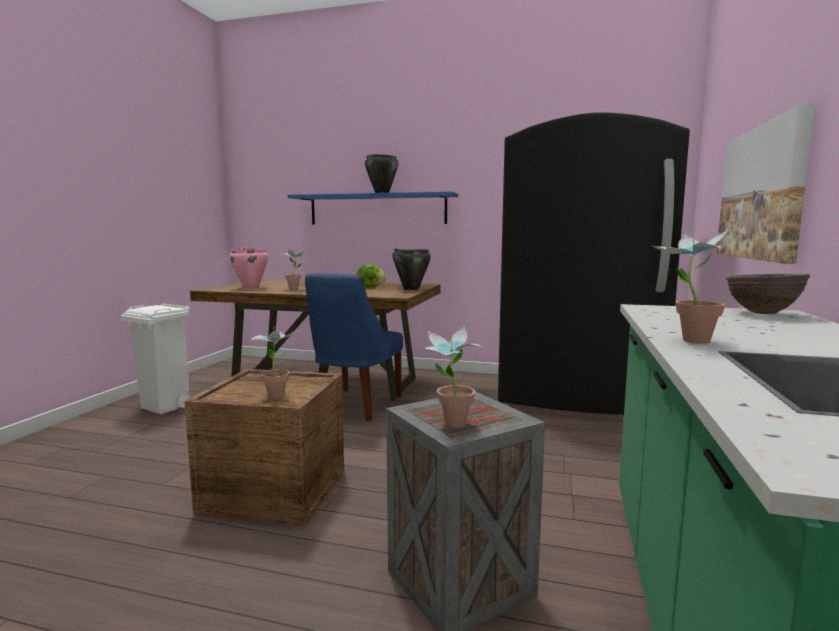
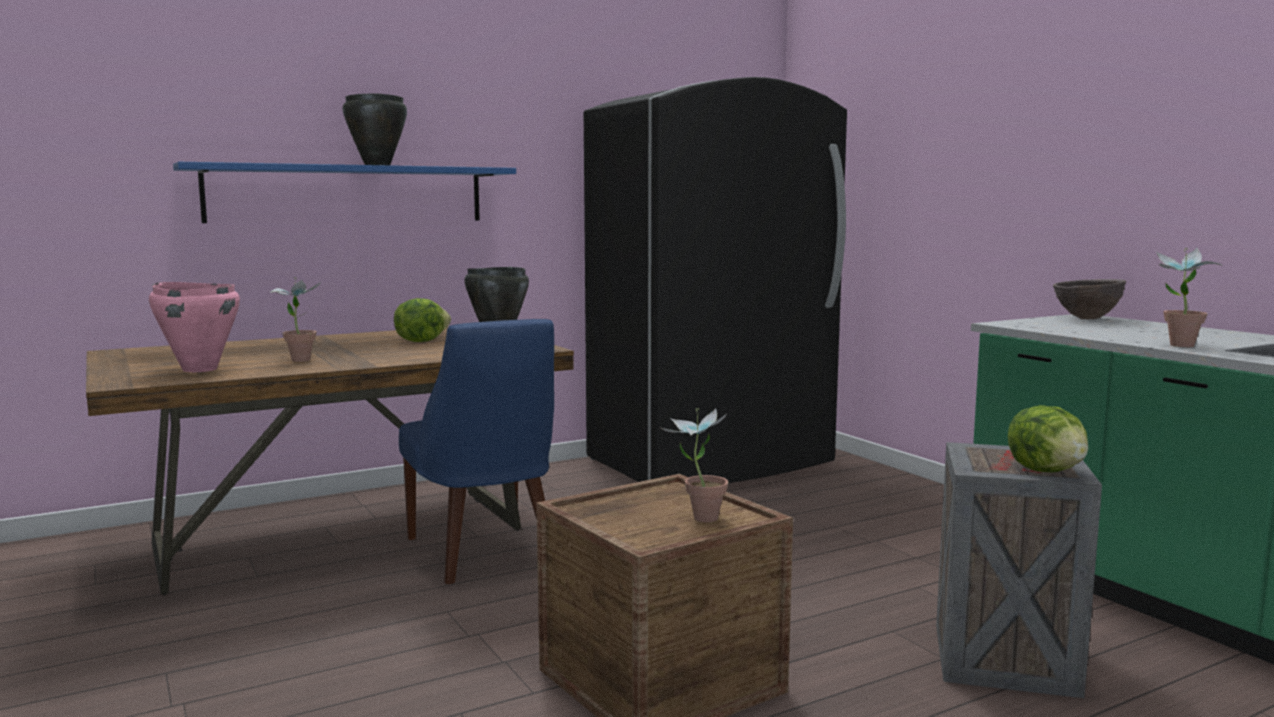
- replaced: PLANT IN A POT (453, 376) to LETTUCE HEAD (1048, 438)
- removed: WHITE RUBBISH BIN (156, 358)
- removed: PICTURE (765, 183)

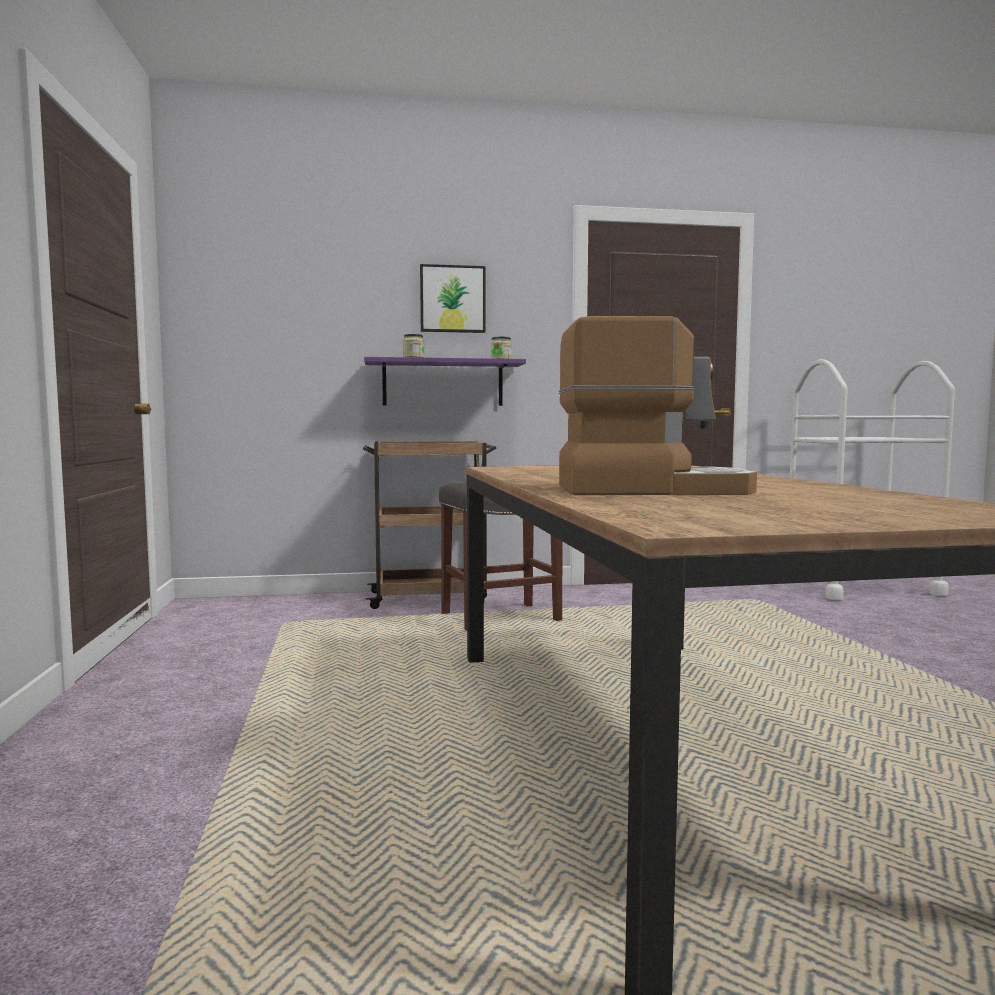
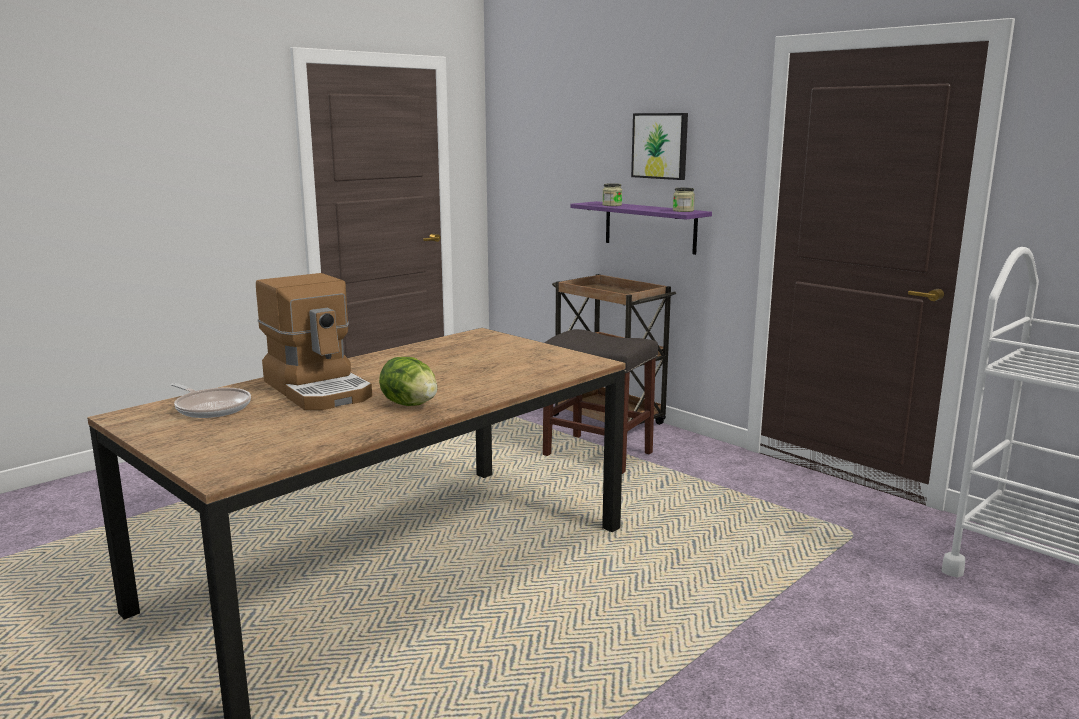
- added: SKILLET (211, 400)
- added: LETTUCE HEAD (408, 381)

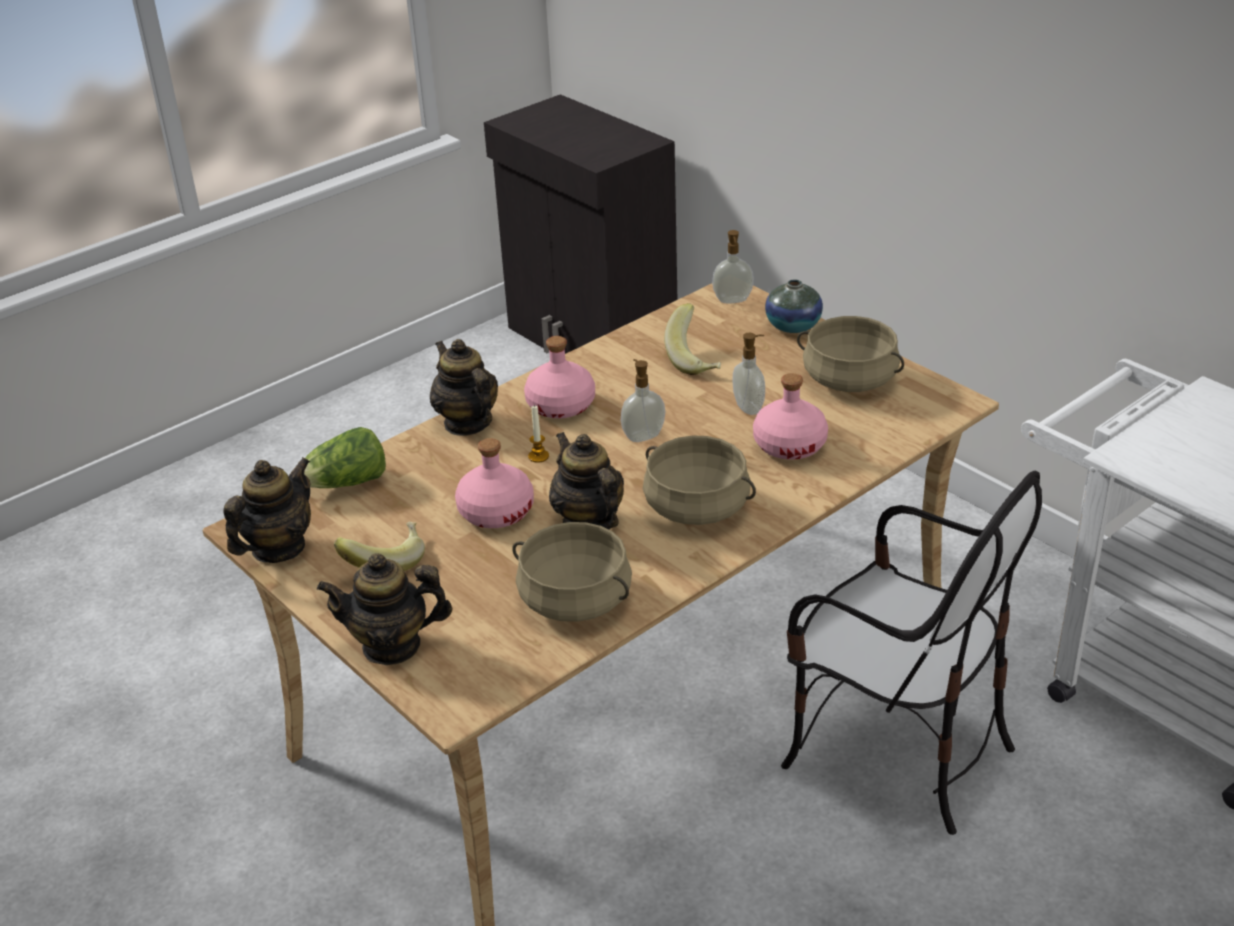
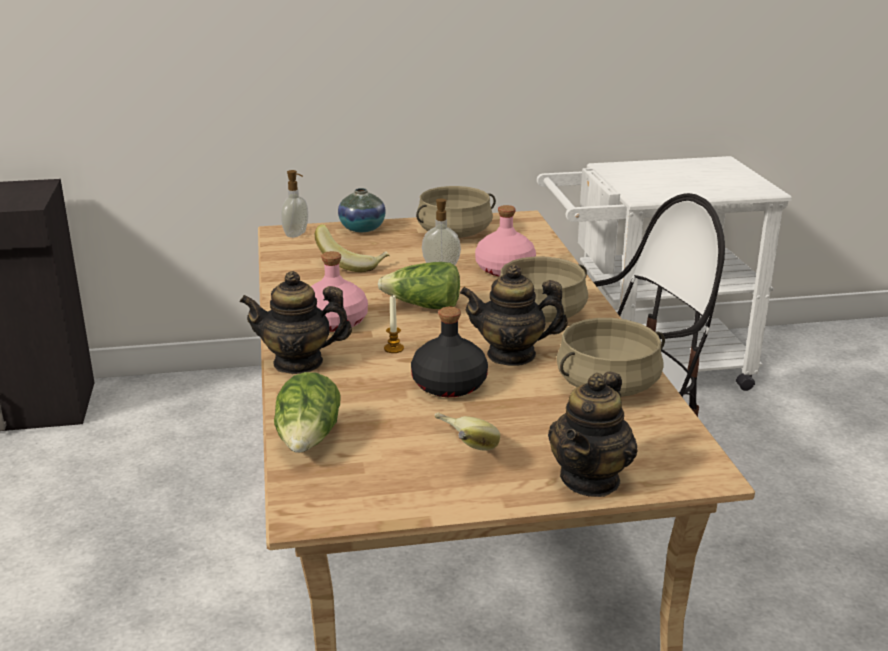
- replaced: SOAP BOTTLE (643, 400) to LETTUCE HEAD (419, 285)
- recoloured: PINK BOTTLE (494, 483) to BLACK-COLOURED BOTTLE (449, 352)
- removed: POT FOR TEA (267, 510)

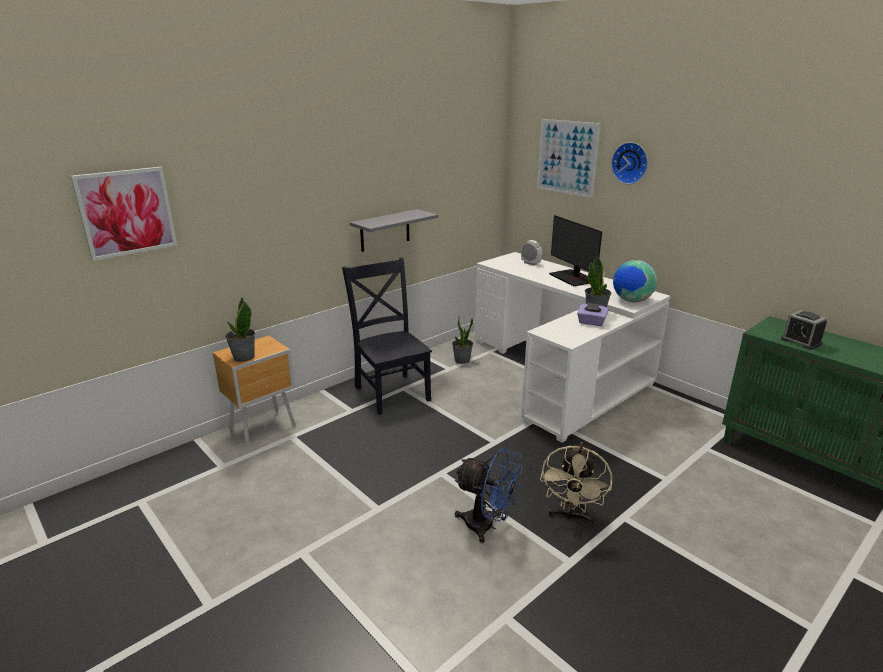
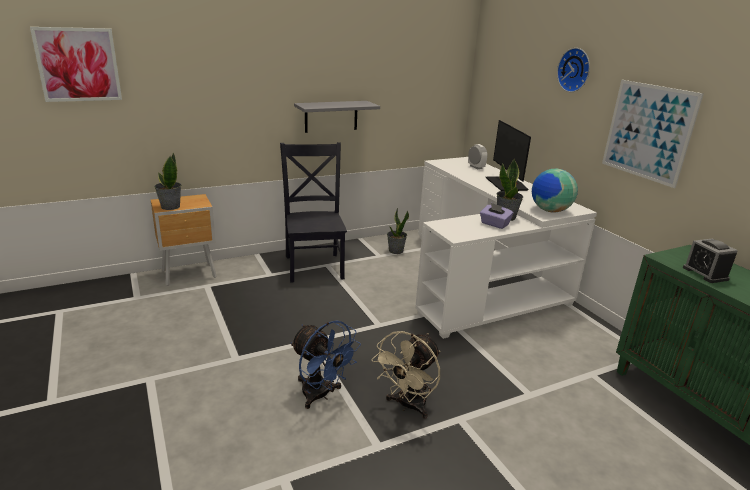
- moved: PICTURE (569, 158) to (652, 134)

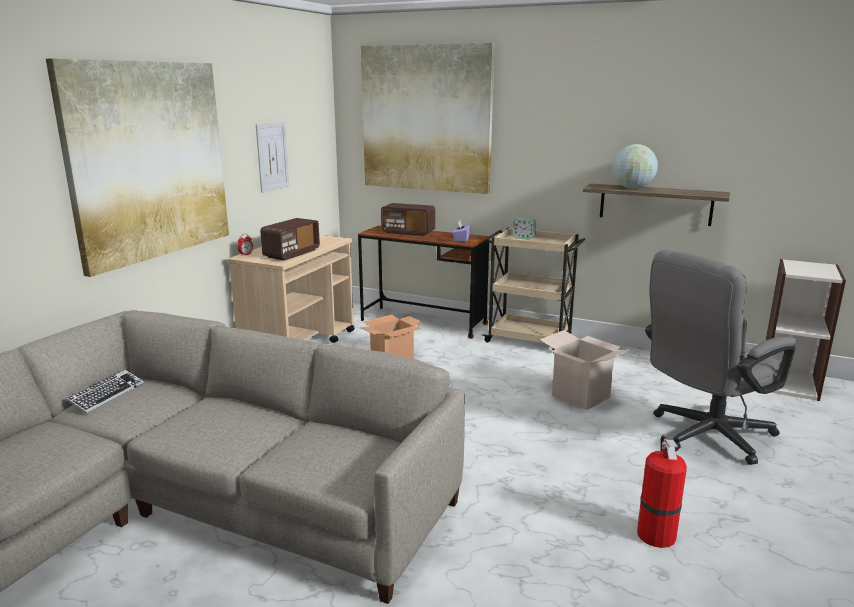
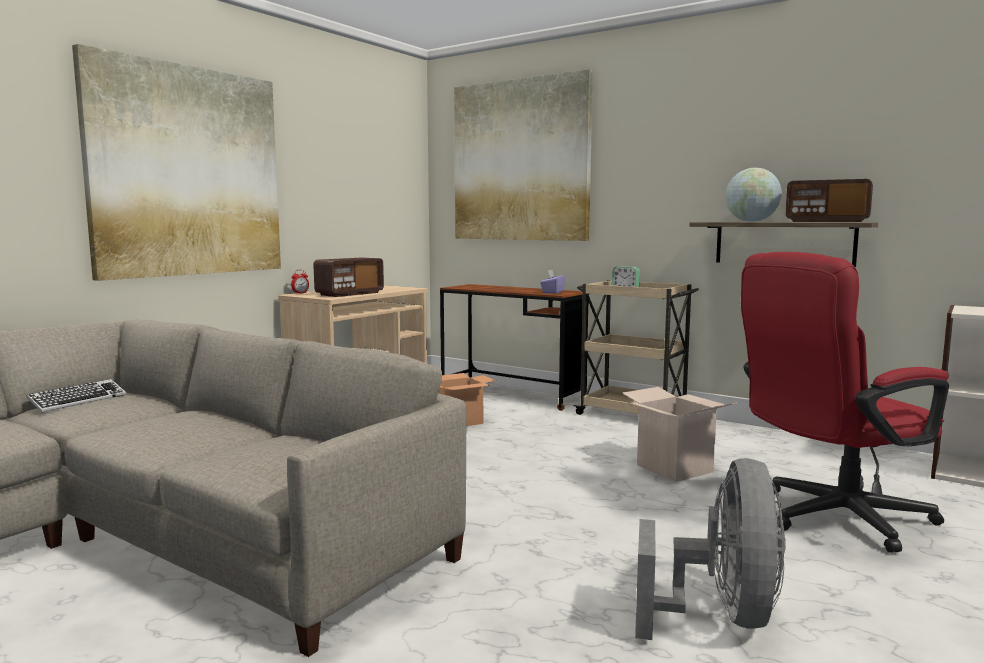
- replaced: FIRE EXTINGUISHER (662, 491) to GRAY COOLING FAN (710, 549)
- recoloured: GRAY DESK CHAIR (720, 357) to RED-COLOURED DESK CHAIR (845, 402)
- moved: RADIO (408, 219) to (829, 200)
- removed: PICTURE (272, 157)

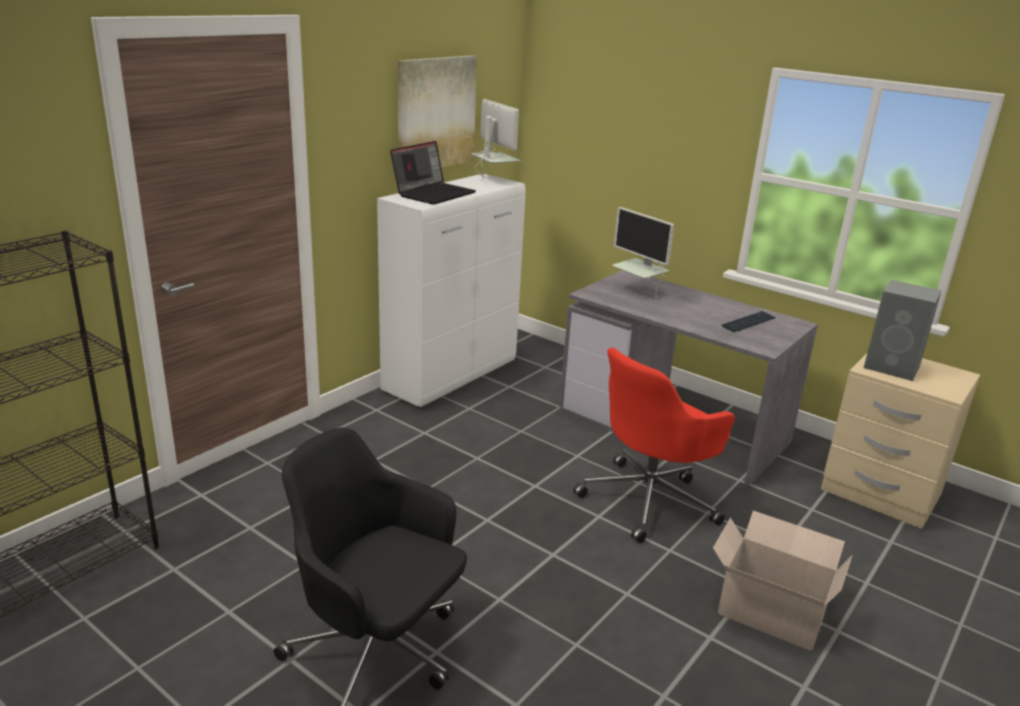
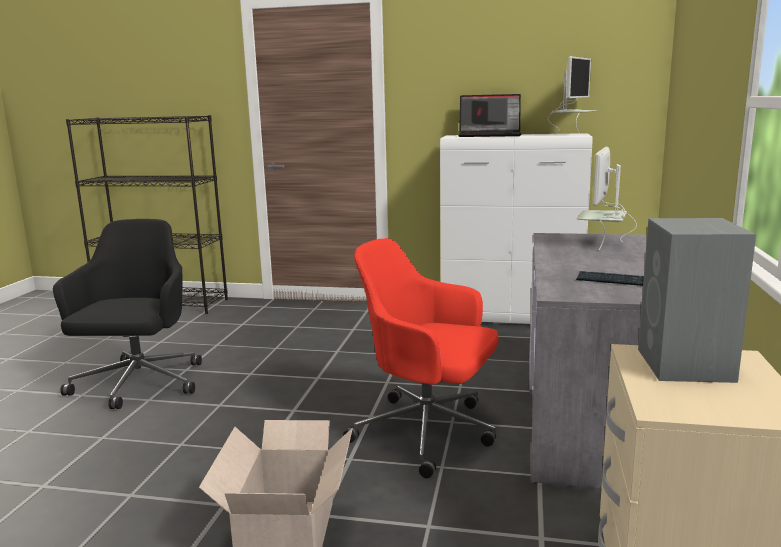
- removed: PICTURE (437, 111)

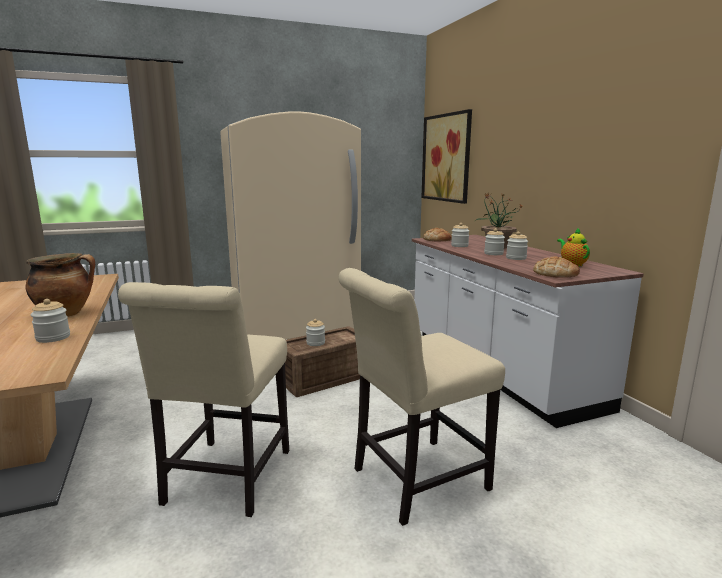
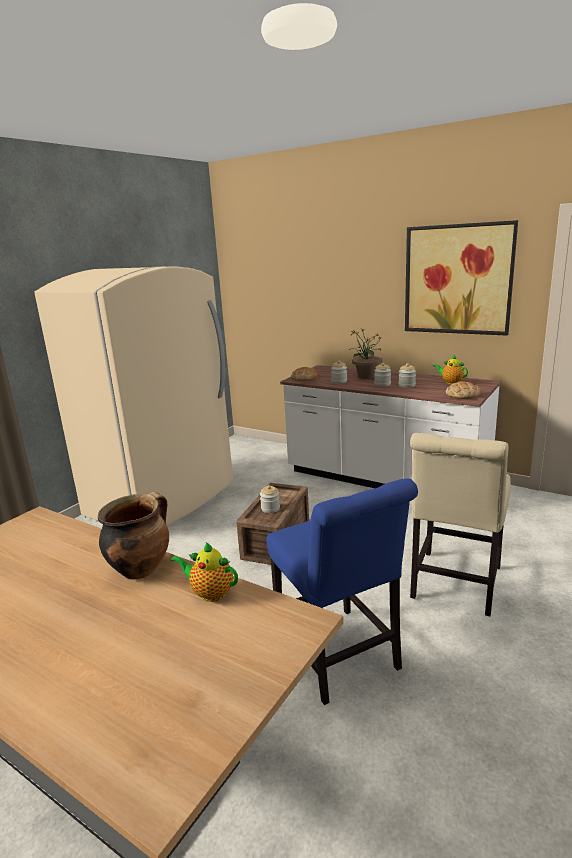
- replaced: PRESERVE JAR (50, 321) to POT FOR TEA (204, 572)
- recoloured: BEIGE CHAIR (203, 399) to BLUE-COLOURED CHAIR (342, 591)
- moved: PICTURE (446, 156) to (461, 278)

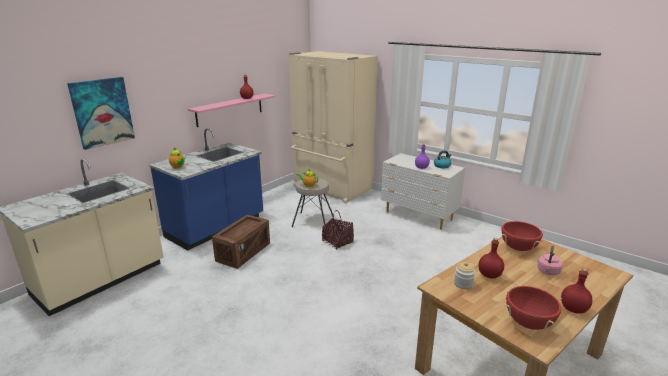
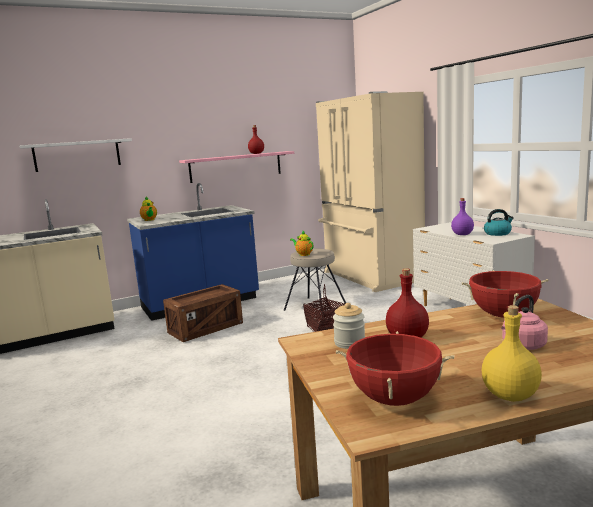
- replaced: PICTURE (101, 113) to WHITE WALL SHELF (75, 155)
- recoloured: RED-COLOURED BOTTLE (576, 291) to YELLOW-COLOURED BOTTLE (512, 353)

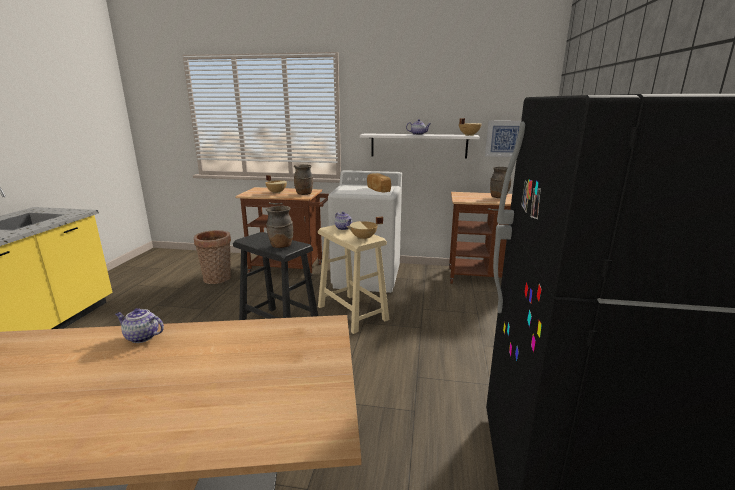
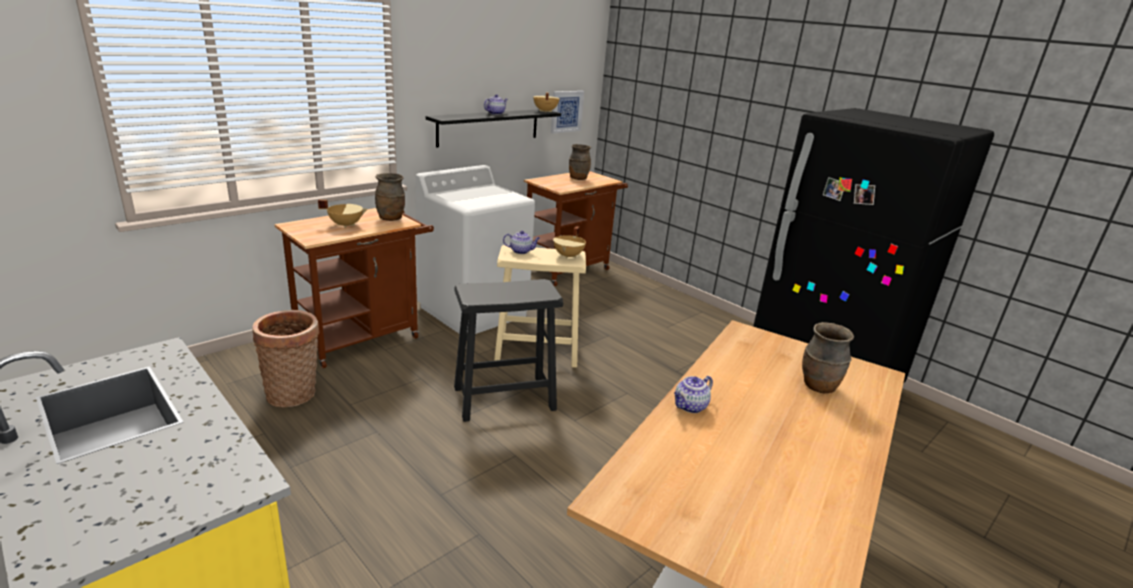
- recoloured: WHITE WALL SHELF (420, 146) to BLACK-COLOURED WALL SHELF (493, 128)
- moved: BROWN-COLOURED DECORATIVE VASE (279, 226) to (828, 357)
- removed: BAKED BREAD (379, 182)

